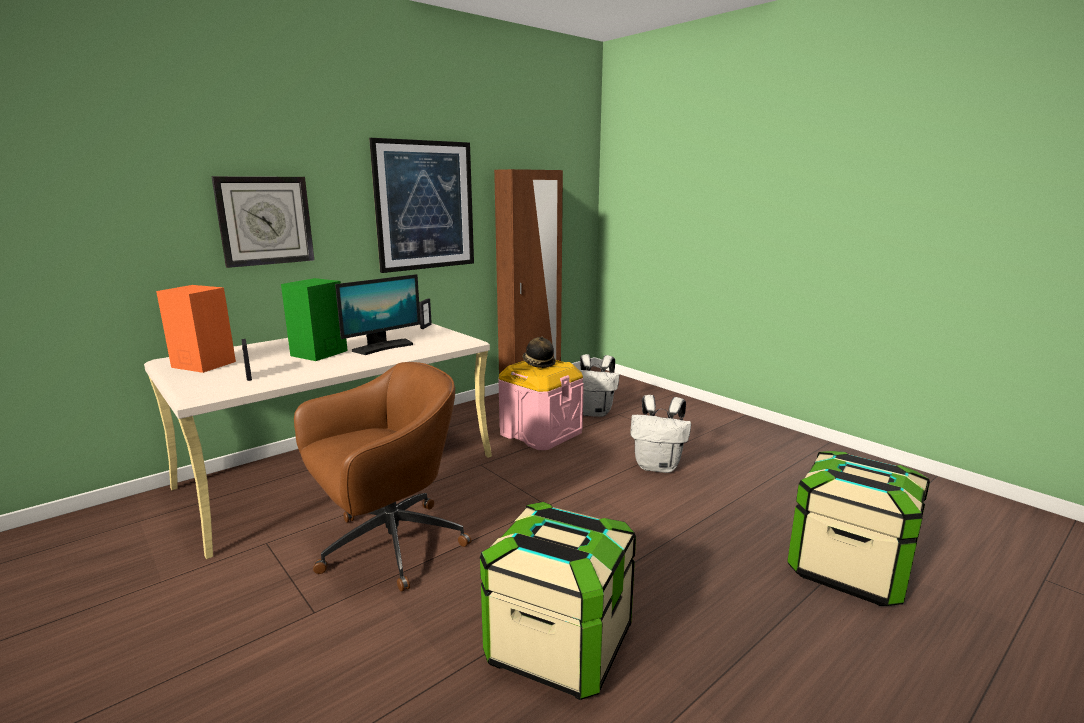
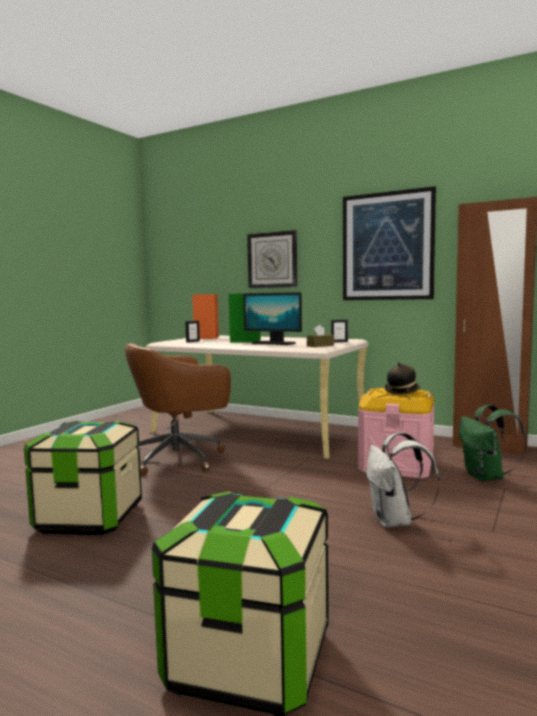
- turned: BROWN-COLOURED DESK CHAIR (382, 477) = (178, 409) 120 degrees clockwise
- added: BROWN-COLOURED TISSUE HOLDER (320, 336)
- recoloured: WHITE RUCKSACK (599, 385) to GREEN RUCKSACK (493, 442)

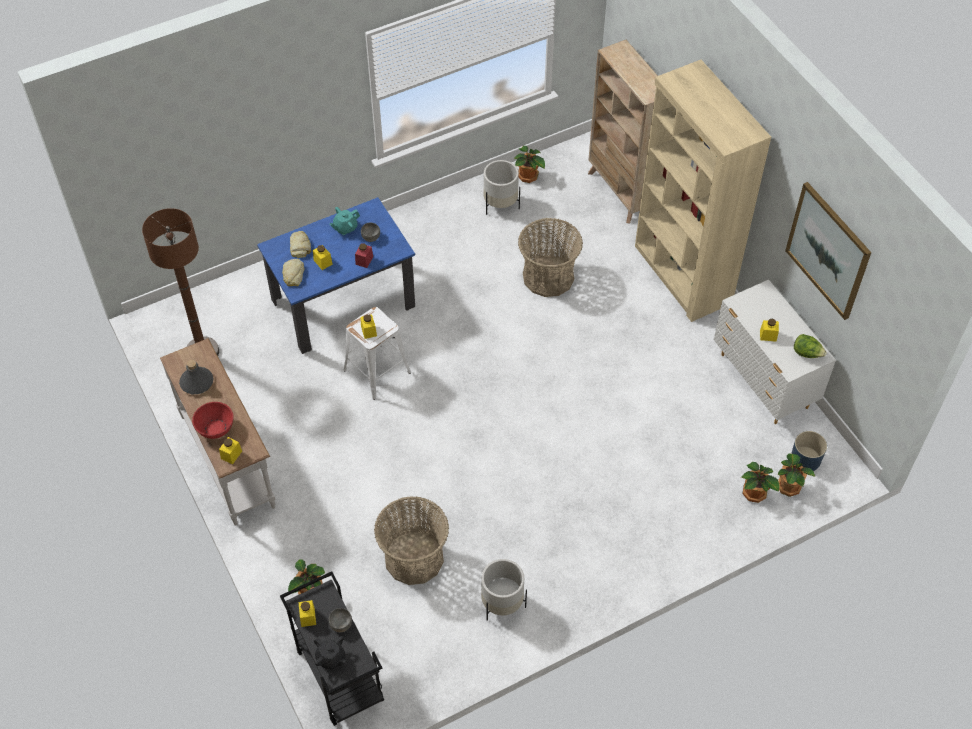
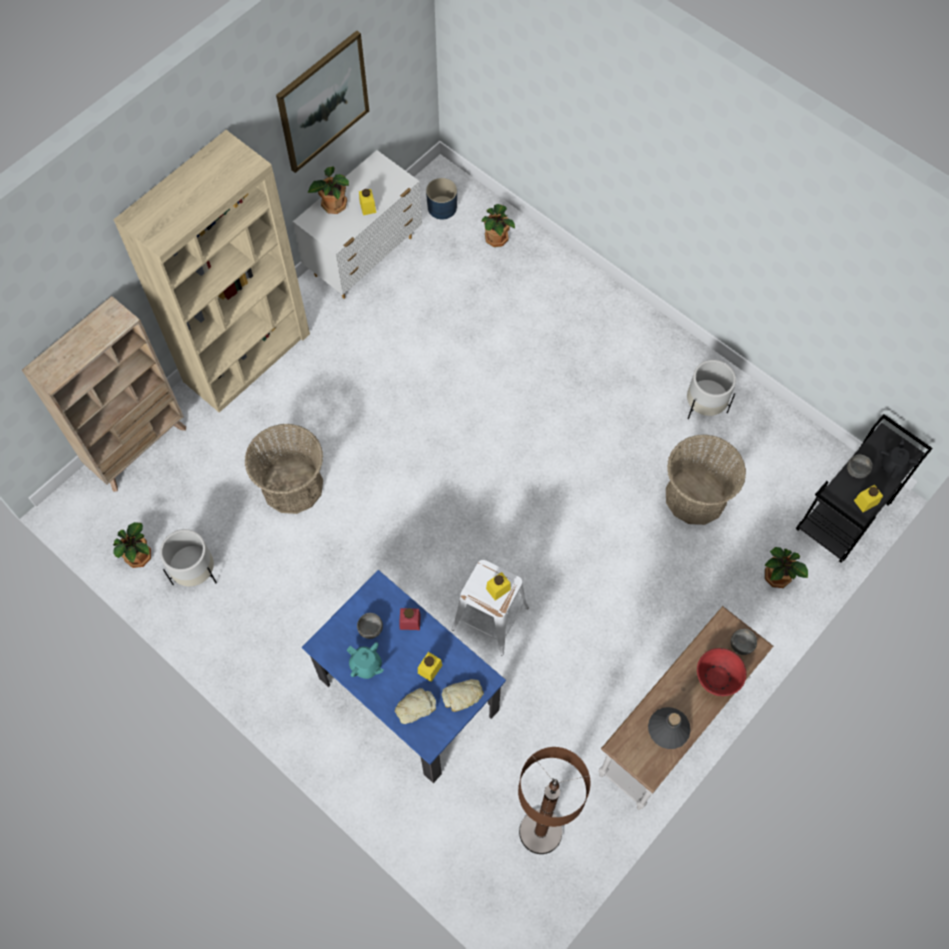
- moved: PLANT IN A POT (796, 475) to (328, 190)
- replaced: YELLOW-COLOURED PRESERVE JAR (230, 451) to GRAY SERVING BOWL (743, 642)
- removed: LETTUCE HEAD (810, 346)

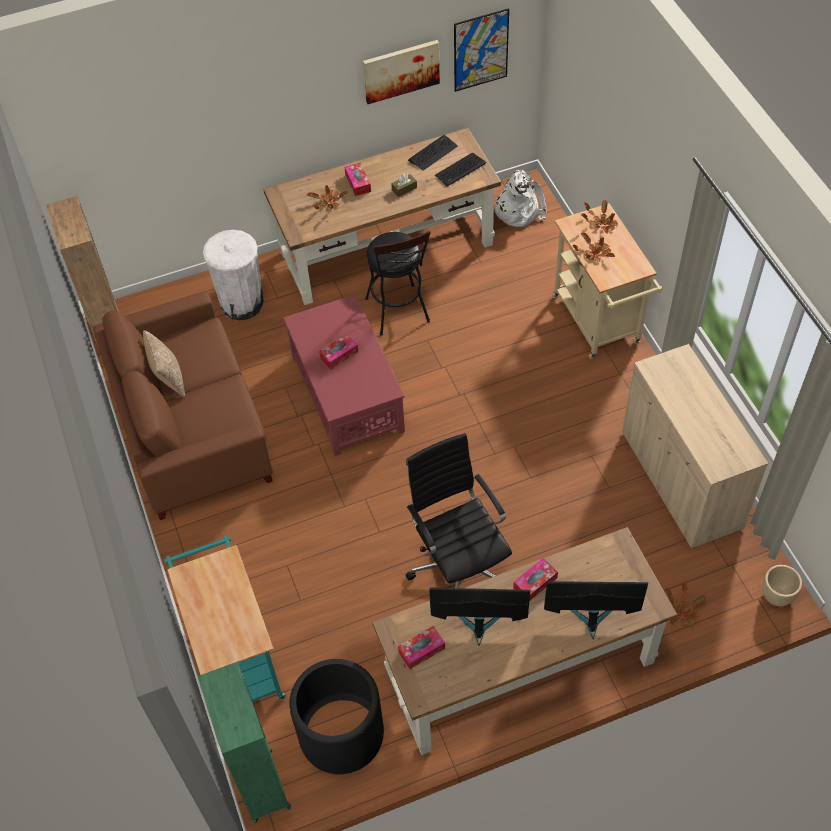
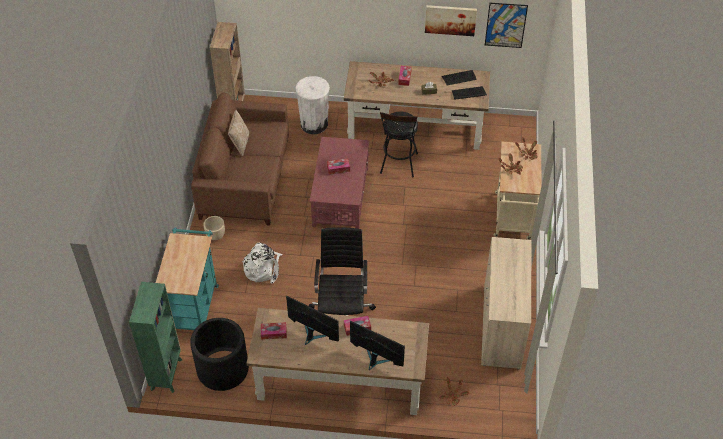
- moved: BEIGE PLANTER (782, 585) to (214, 228)
- moved: WHITE RUCKSACK (520, 198) to (262, 262)

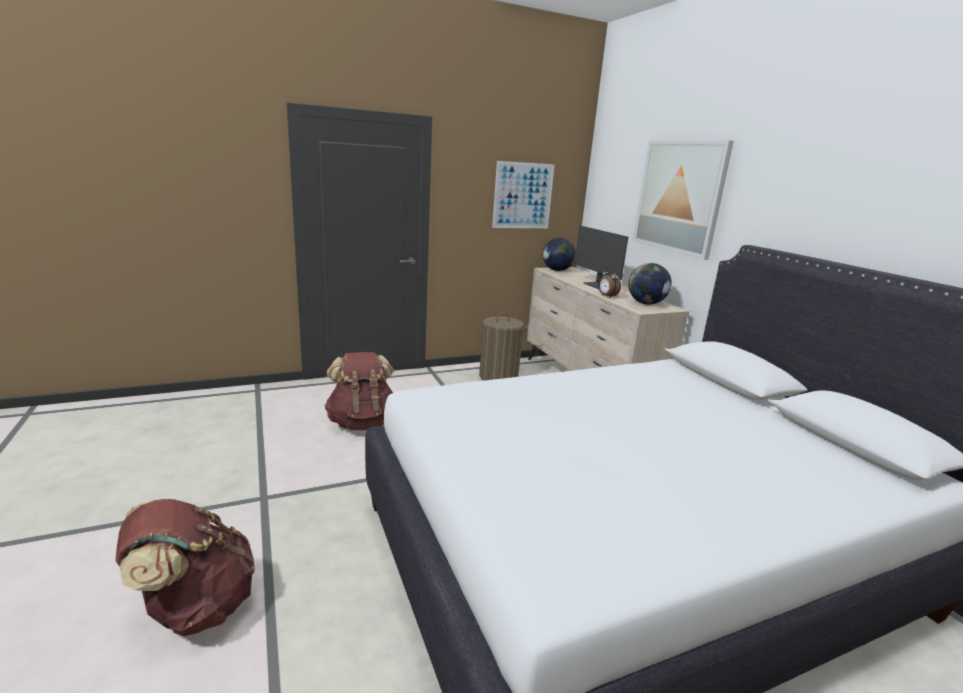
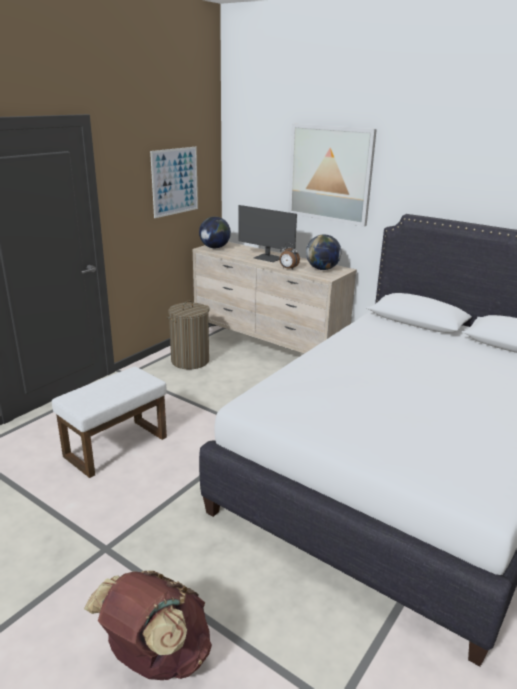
- replaced: BROWN-COLOURED RUCKSACK (359, 391) to WHITE OTTOMAN (109, 422)

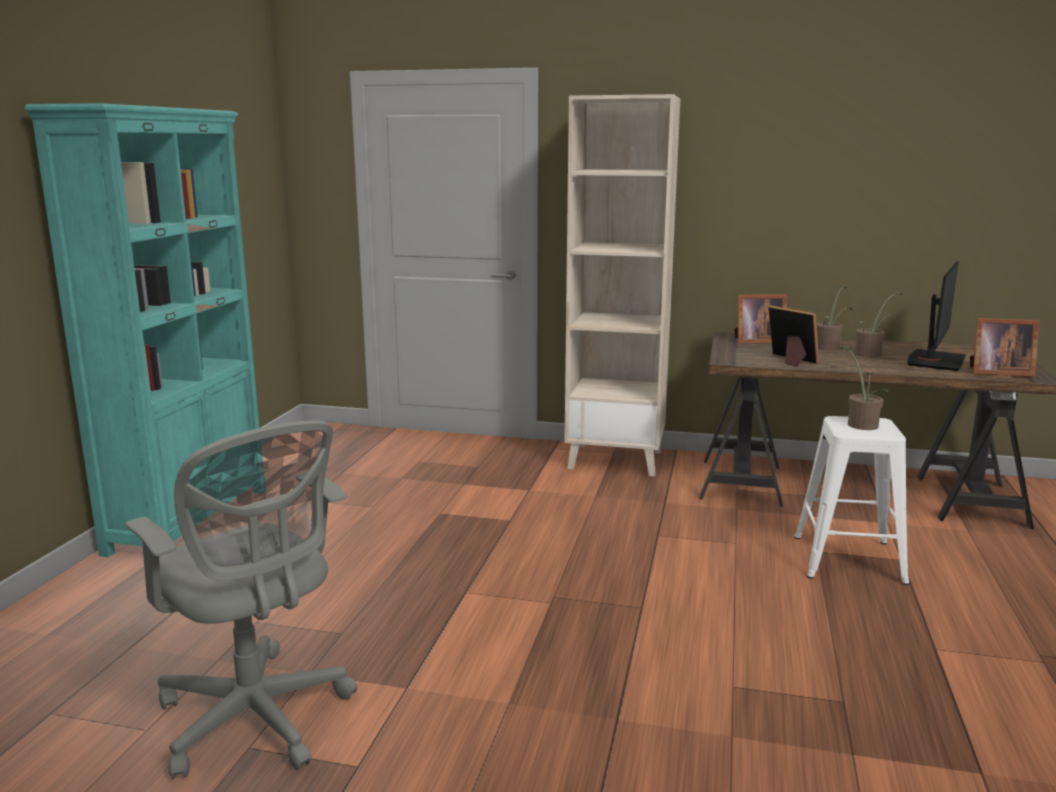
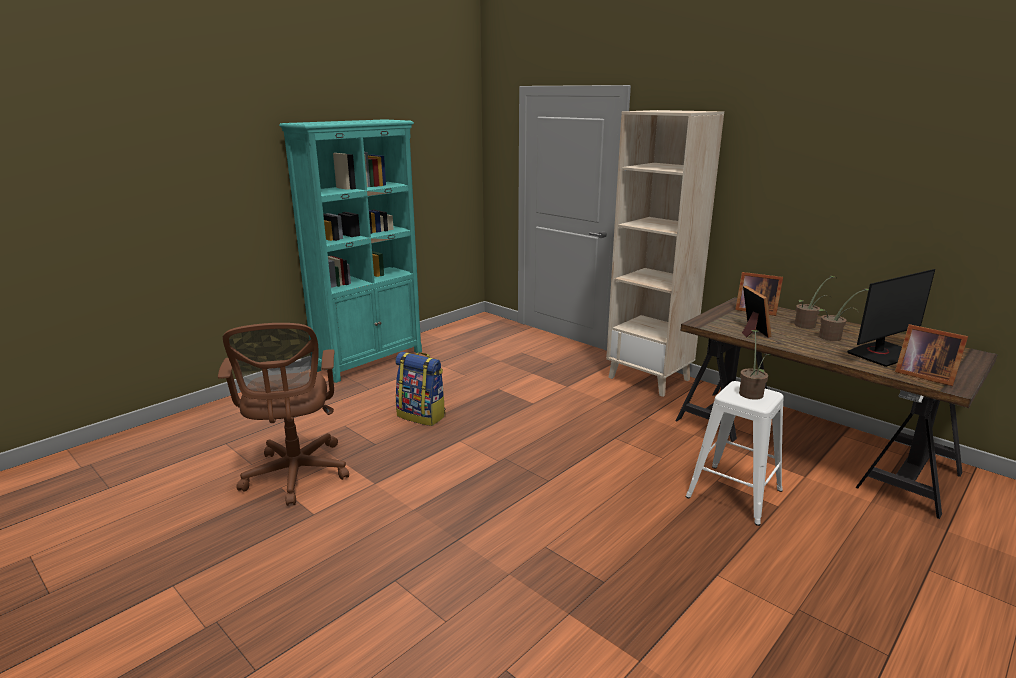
- recoloured: GRAY DESK CHAIR (241, 599) to BROWN-COLOURED DESK CHAIR (283, 414)
- added: RUCKSACK (420, 389)

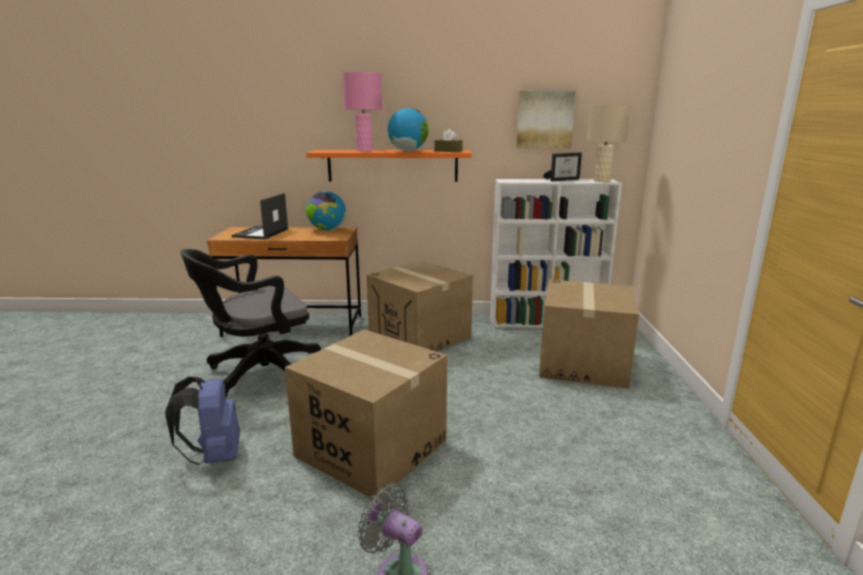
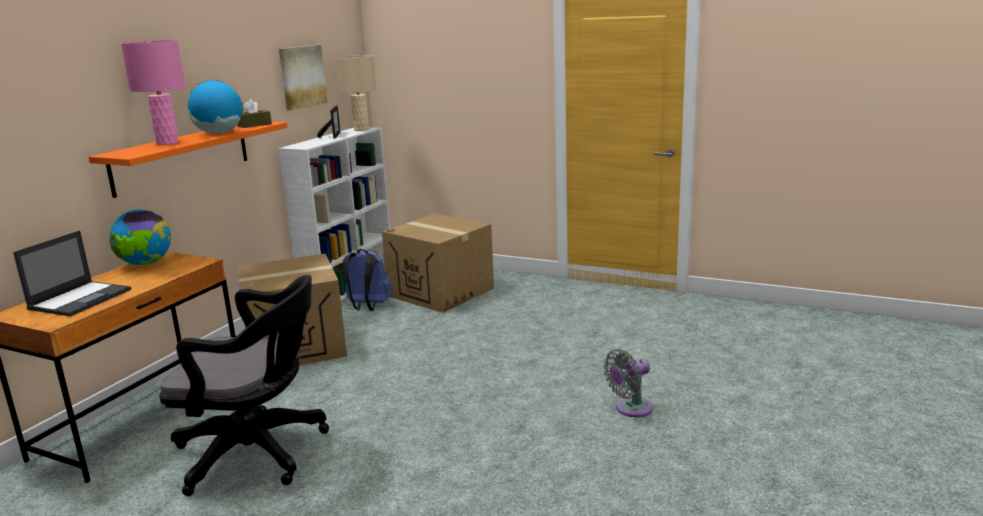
- turned: PORTABLE COMPUTER (260, 216) = (72, 273) 105 degrees counterclockwise
- turned: BLACK-COLOURED DESK CHAIR (250, 323) = (244, 385) 75 degrees counterclockwise
- moved: BLUE-COLOURED RUCKSACK (202, 421) to (367, 280)
- removed: PACKING BOX (366, 415)

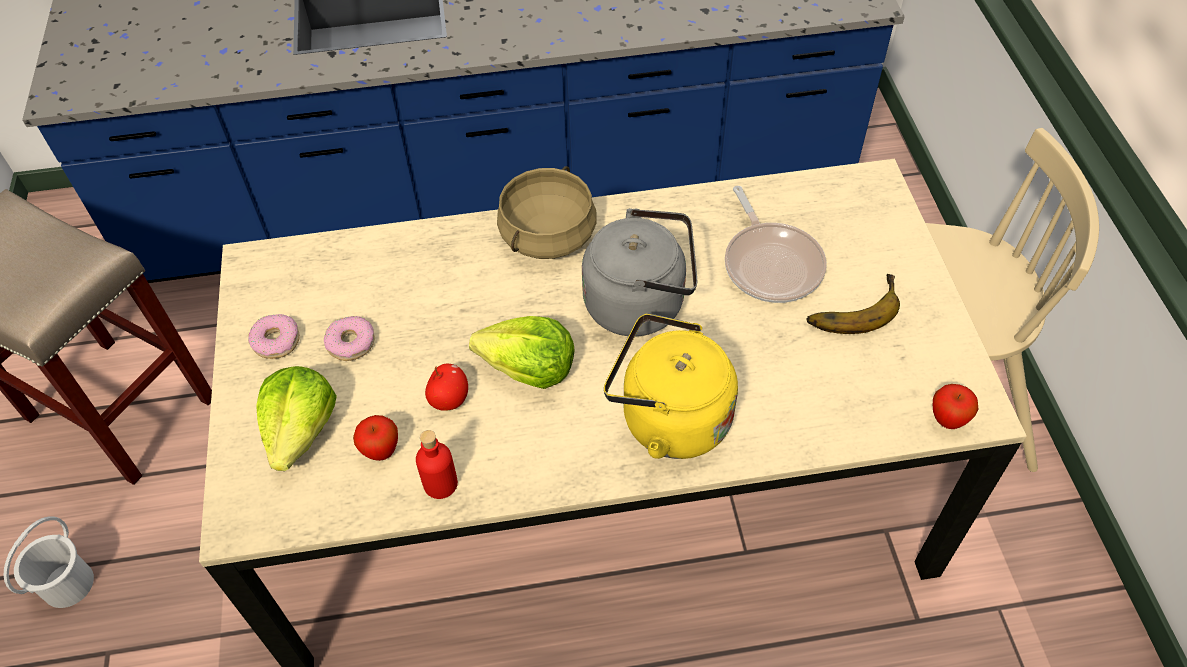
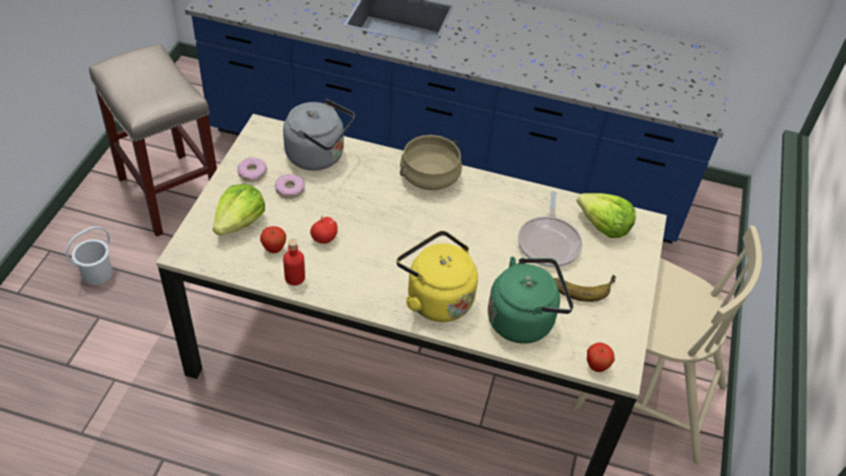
- moved: GRAY WATER KETTLE (639, 272) to (319, 135)
- added: GREEN WATER KETTLE (530, 300)
- moved: LETTUCE HEAD (522, 352) to (606, 215)

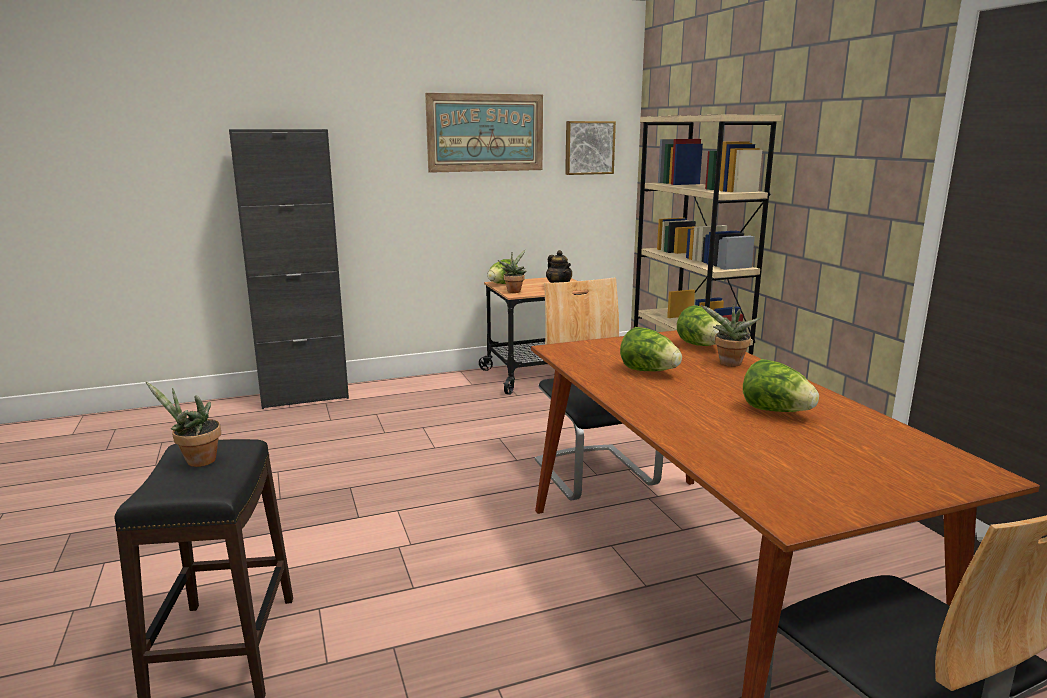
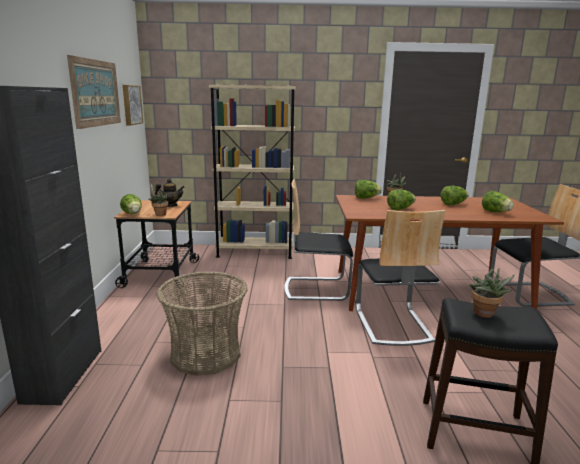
- added: HOUSEHOLD BASKET (201, 323)
- added: CHAIR (401, 278)
- added: LETTUCE HEAD (498, 201)

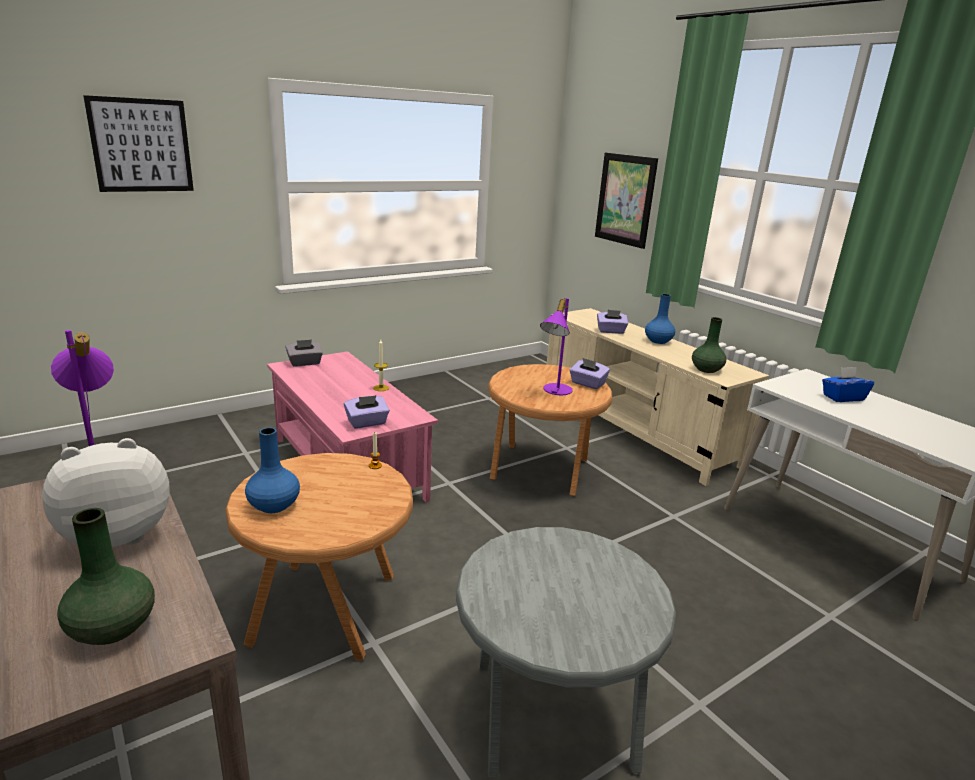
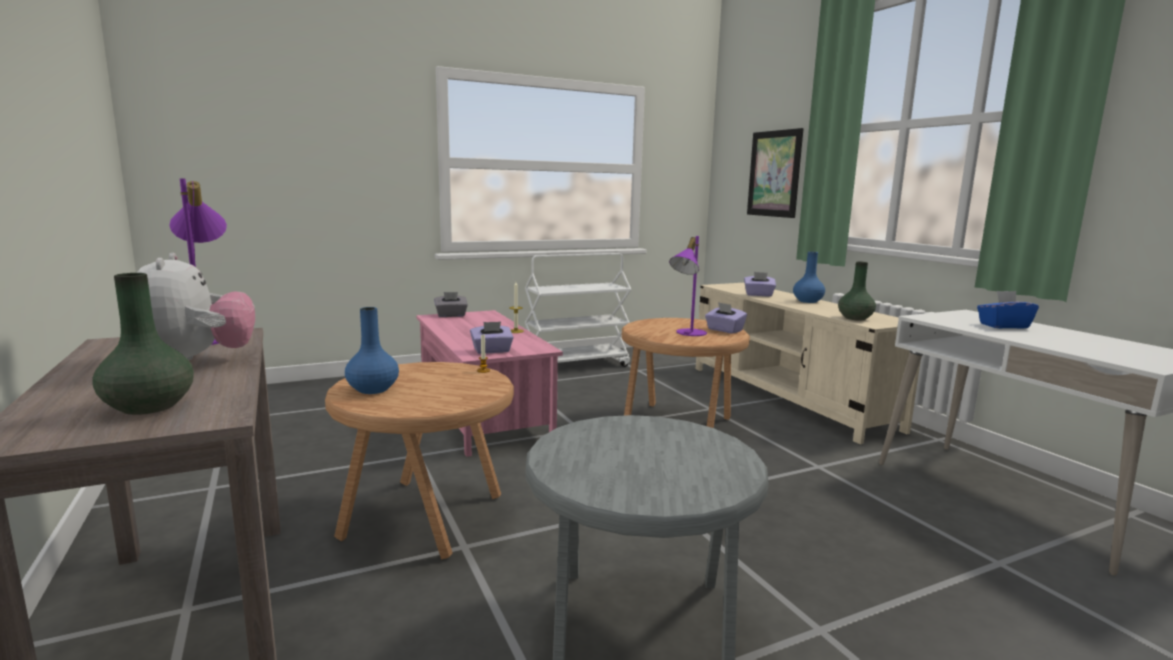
- turned: SOFT TOY (106, 492) = (196, 306) 90 degrees clockwise
- added: WHITE CART (578, 310)
- removed: PICTURE (138, 143)

